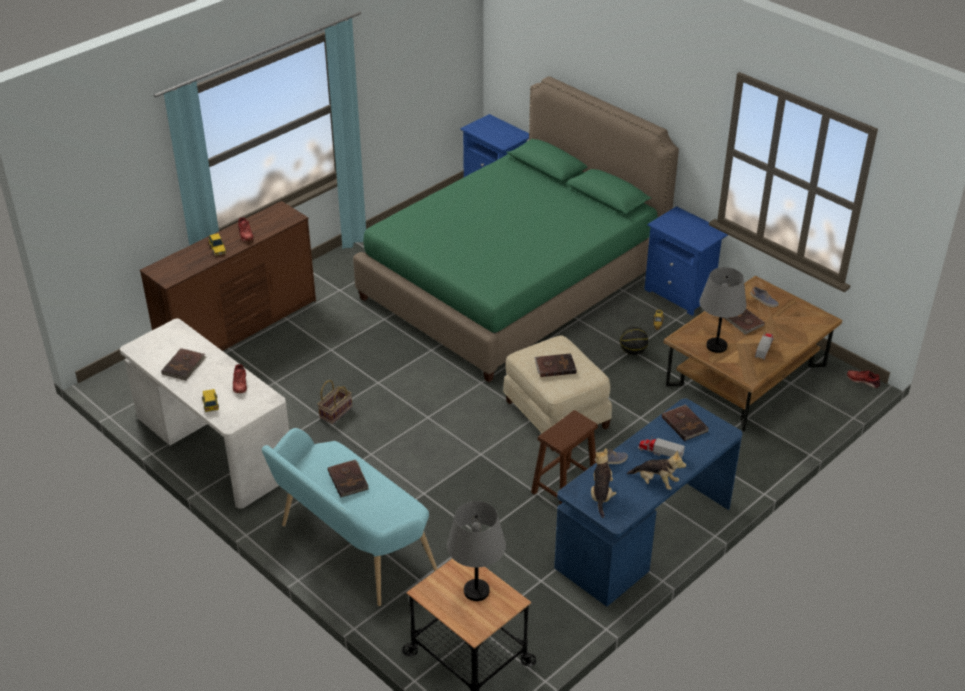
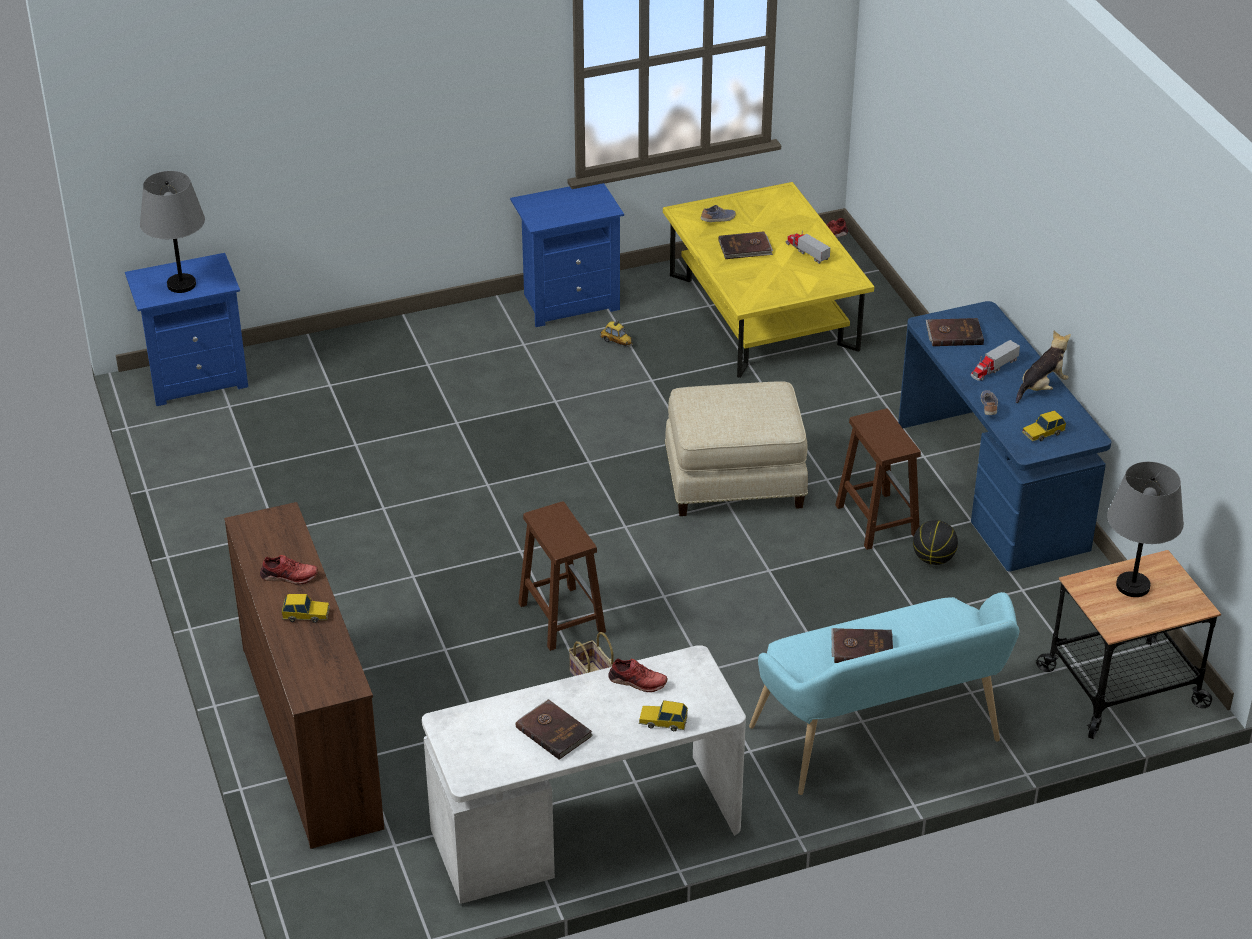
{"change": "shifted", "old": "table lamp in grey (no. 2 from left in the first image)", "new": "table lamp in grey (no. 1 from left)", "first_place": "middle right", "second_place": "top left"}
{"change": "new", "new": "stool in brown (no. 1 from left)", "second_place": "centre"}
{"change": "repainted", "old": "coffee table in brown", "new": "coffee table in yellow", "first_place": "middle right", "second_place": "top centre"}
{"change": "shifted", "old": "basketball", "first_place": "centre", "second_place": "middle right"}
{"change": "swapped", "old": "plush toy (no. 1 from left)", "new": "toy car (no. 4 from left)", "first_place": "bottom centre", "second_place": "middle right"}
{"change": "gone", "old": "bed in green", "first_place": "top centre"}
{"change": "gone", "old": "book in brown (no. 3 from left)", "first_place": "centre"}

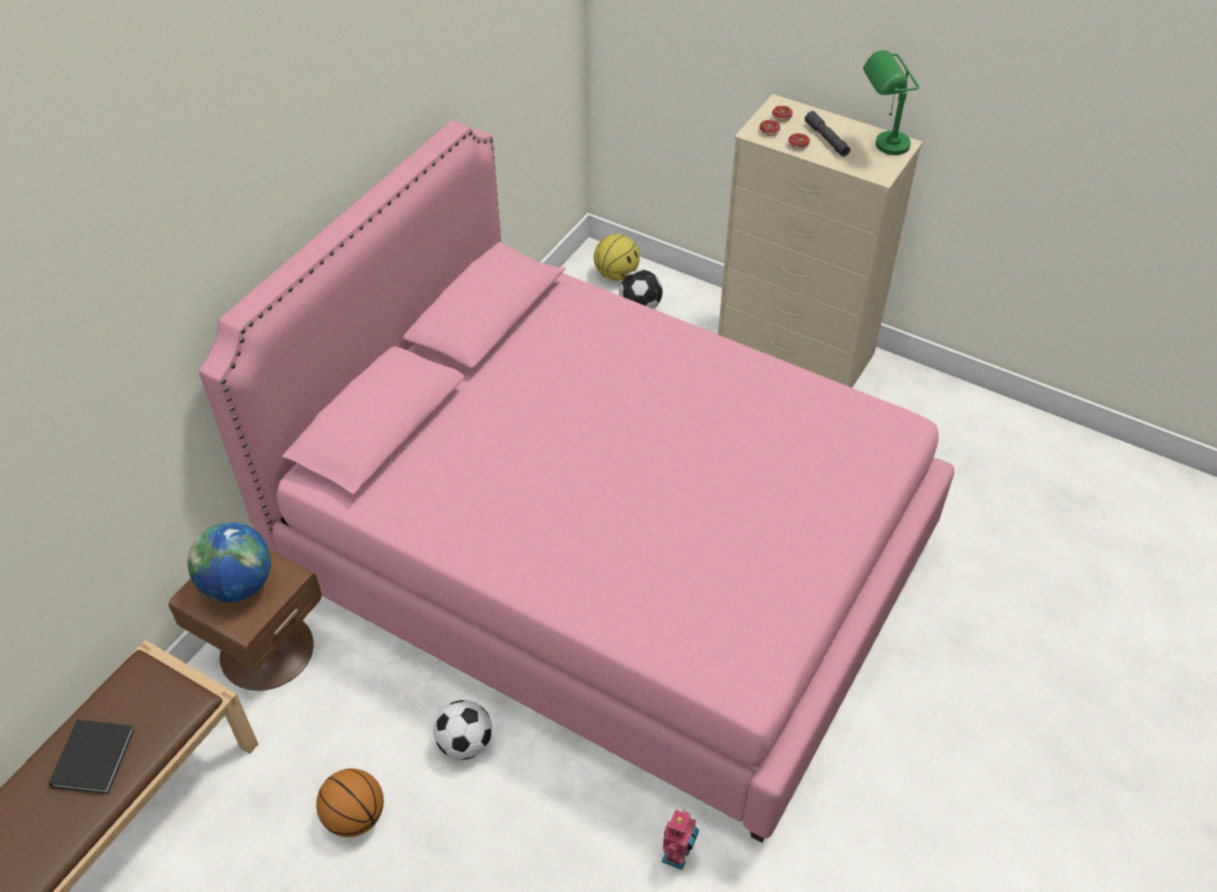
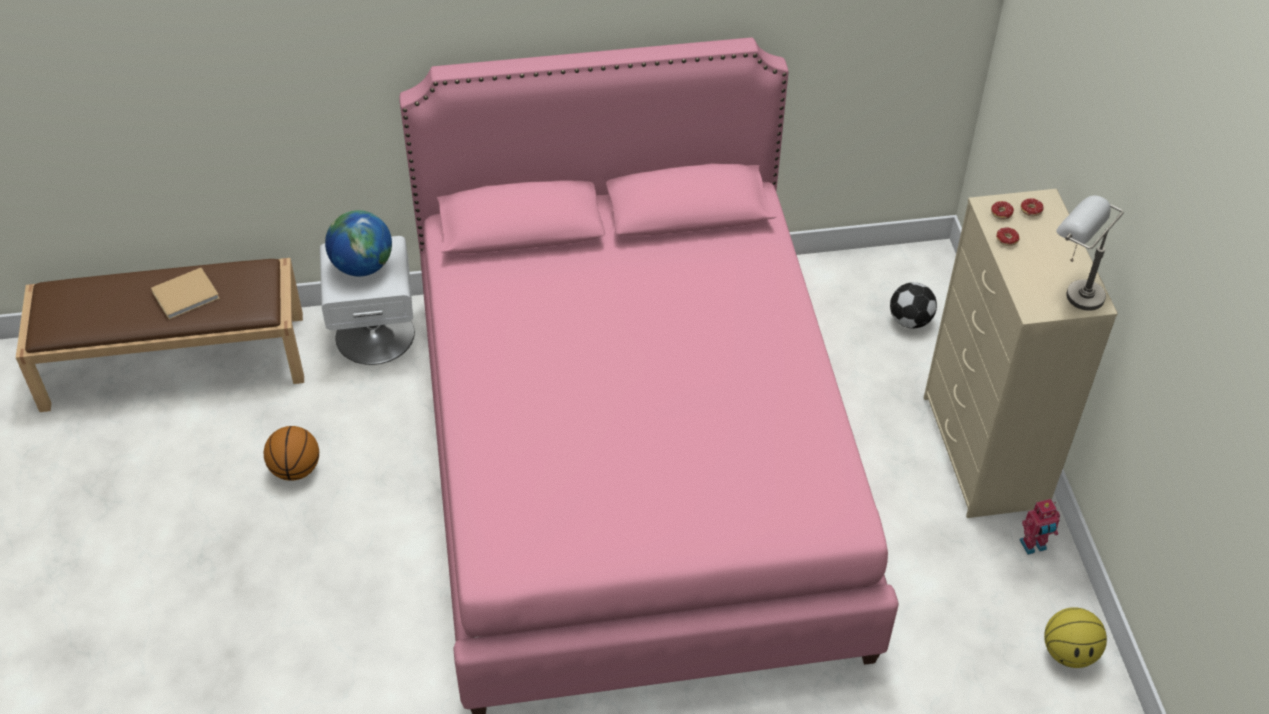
{"change": "repainted", "old": "book in black", "new": "book in beige", "first_place": "bottom left", "second_place": "middle left"}
{"change": "repainted", "old": "nightstand in brown", "new": "nightstand in white", "first_place": "bottom left", "second_place": "middle left"}
{"change": "shifted", "old": "toy robot", "first_place": "bottom centre", "second_place": "bottom right"}
{"change": "shifted", "old": "basketball (no. 2 from left)", "first_place": "top centre", "second_place": "bottom right"}
{"change": "repainted", "old": "table lamp in green", "new": "table lamp in grey", "first_place": "top right", "second_place": "middle right"}
{"change": "gone", "old": "football (no. 1 from left)", "first_place": "bottom centre"}
{"change": "gone", "old": "flashlight in grey", "first_place": "top right"}

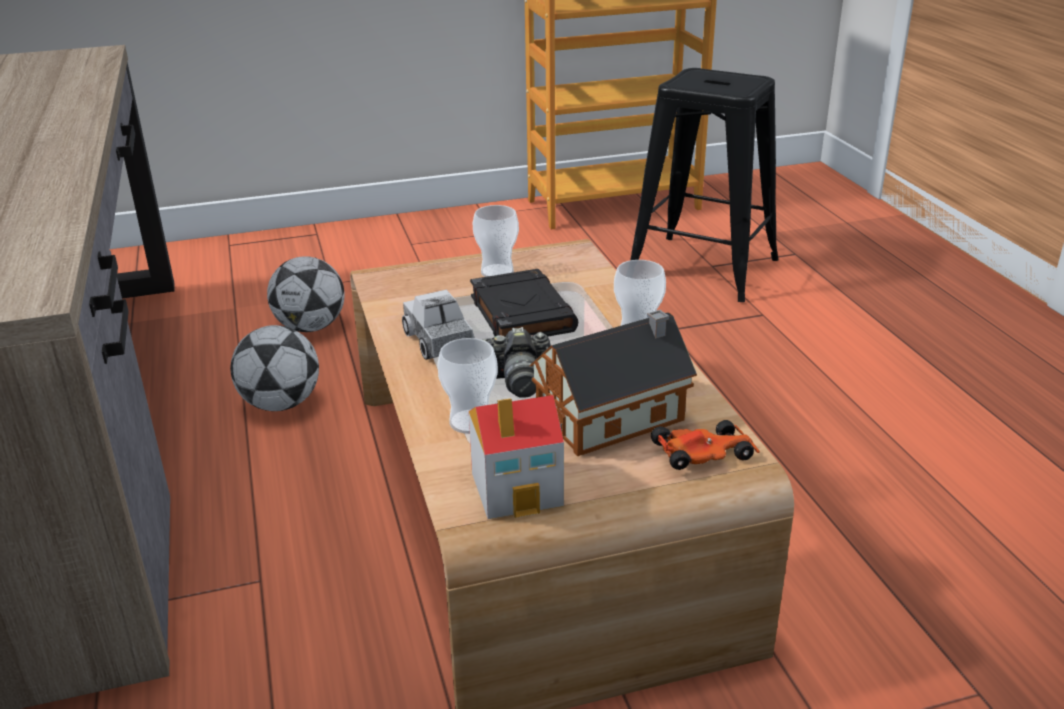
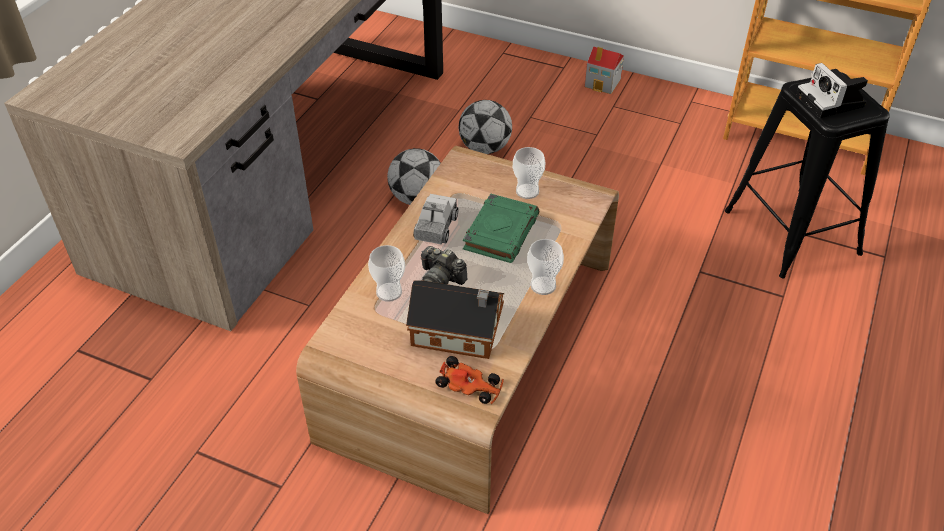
{"change": "repainted", "old": "book in black", "new": "book in green", "first_place": "centre", "second_place": "centre"}
{"change": "shifted", "old": "toy house (no. 1 from left in the first image)", "new": "toy house (no. 2 from left)", "first_place": "centre", "second_place": "top centre"}
{"change": "new", "new": "photo camera (no. 2 from left)", "second_place": "top right"}

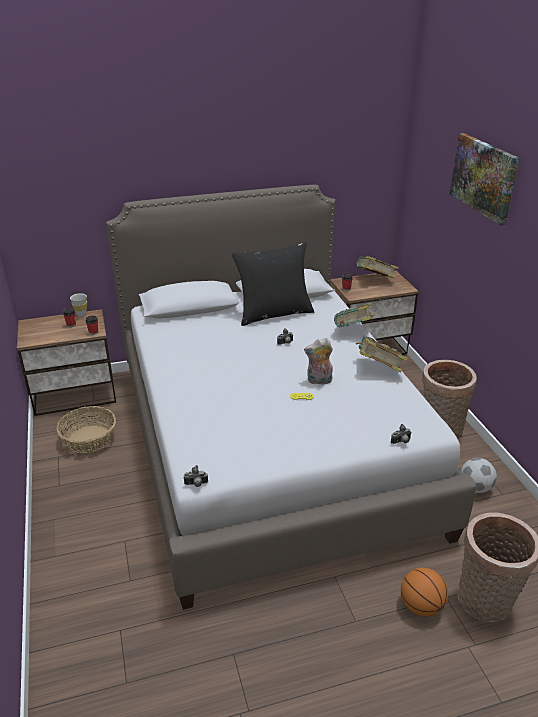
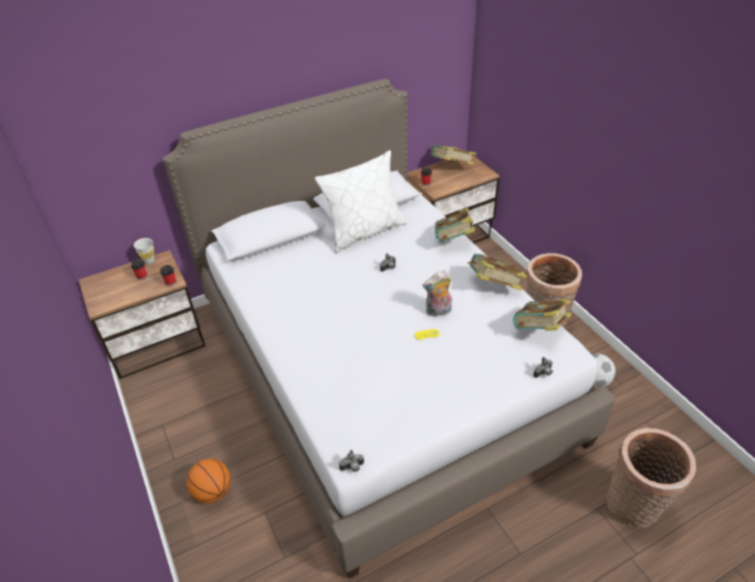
{"change": "shifted", "old": "basketball", "first_place": "bottom right", "second_place": "bottom left"}
{"change": "repainted", "old": "pillow in black", "new": "pillow in white", "first_place": "centre", "second_place": "centre"}
{"change": "new", "new": "book (no. 4 from left)", "second_place": "middle right"}
{"change": "gone", "old": "basket (no. 1 from left)", "first_place": "middle left"}
{"change": "gone", "old": "picture", "first_place": "top right"}

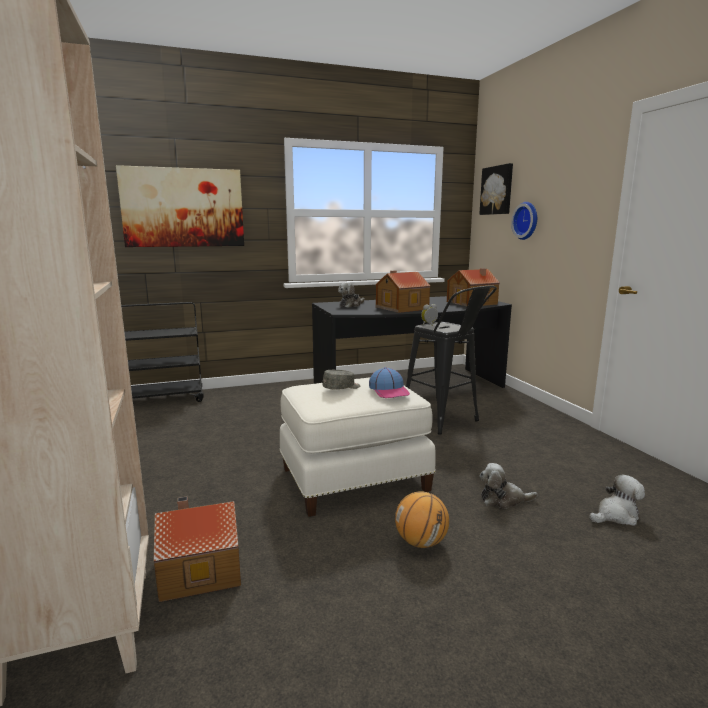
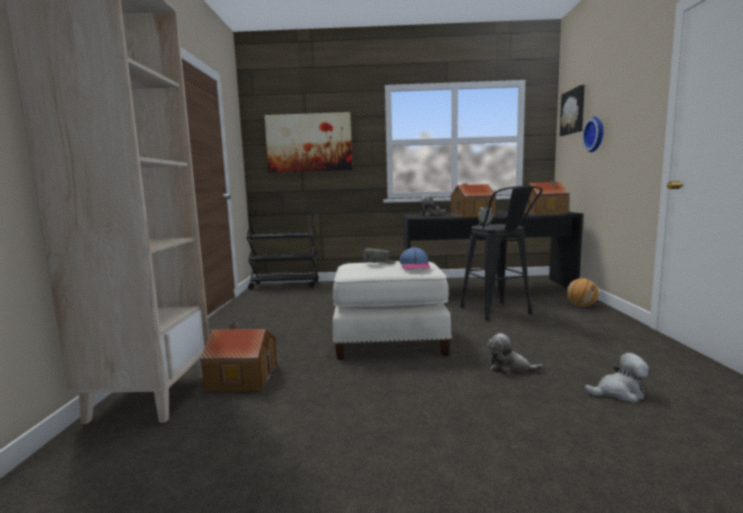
{"change": "shifted", "old": "basketball", "first_place": "bottom centre", "second_place": "middle right"}

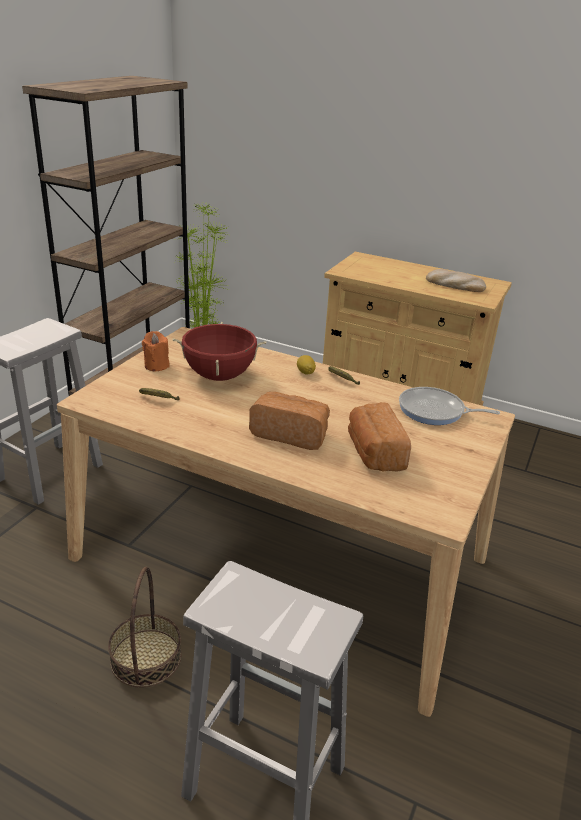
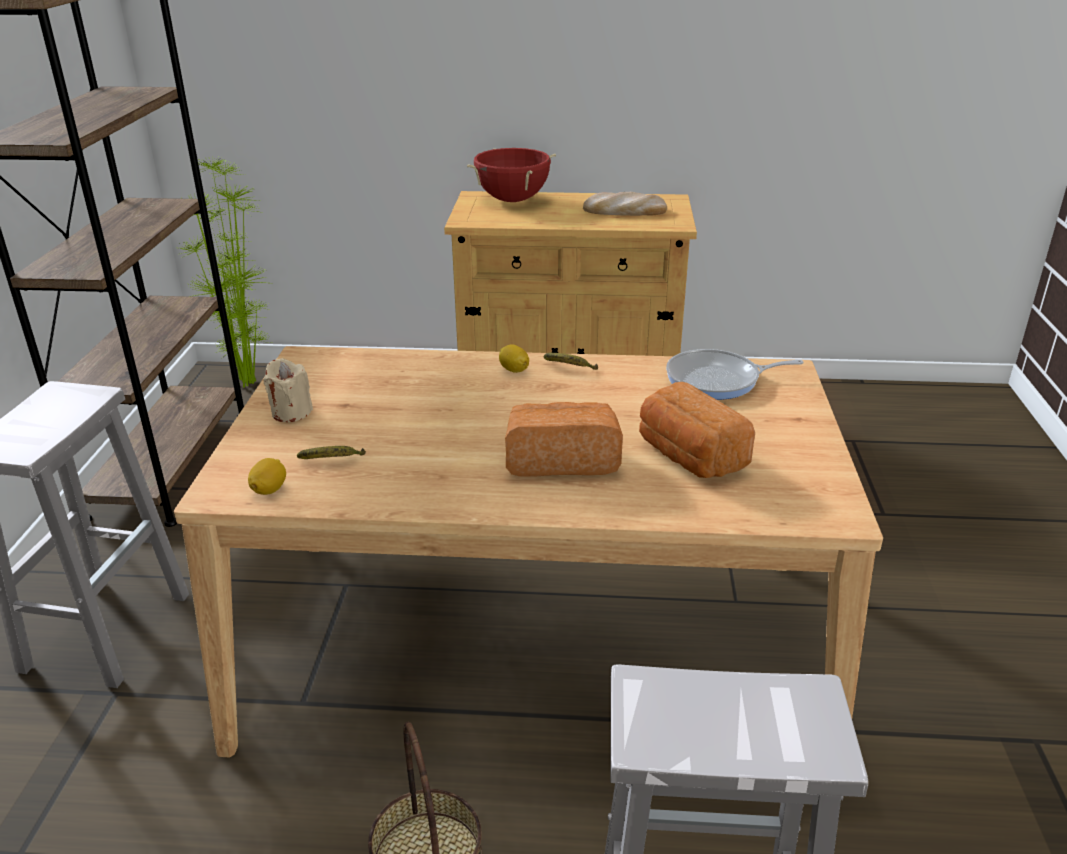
{"change": "new", "new": "lemon (no. 1 from left)", "second_place": "middle left"}
{"change": "repainted", "old": "candle in orange", "new": "candle in beige", "first_place": "middle left", "second_place": "middle left"}
{"change": "shifted", "old": "cooking pot in red", "first_place": "centre", "second_place": "top centre"}

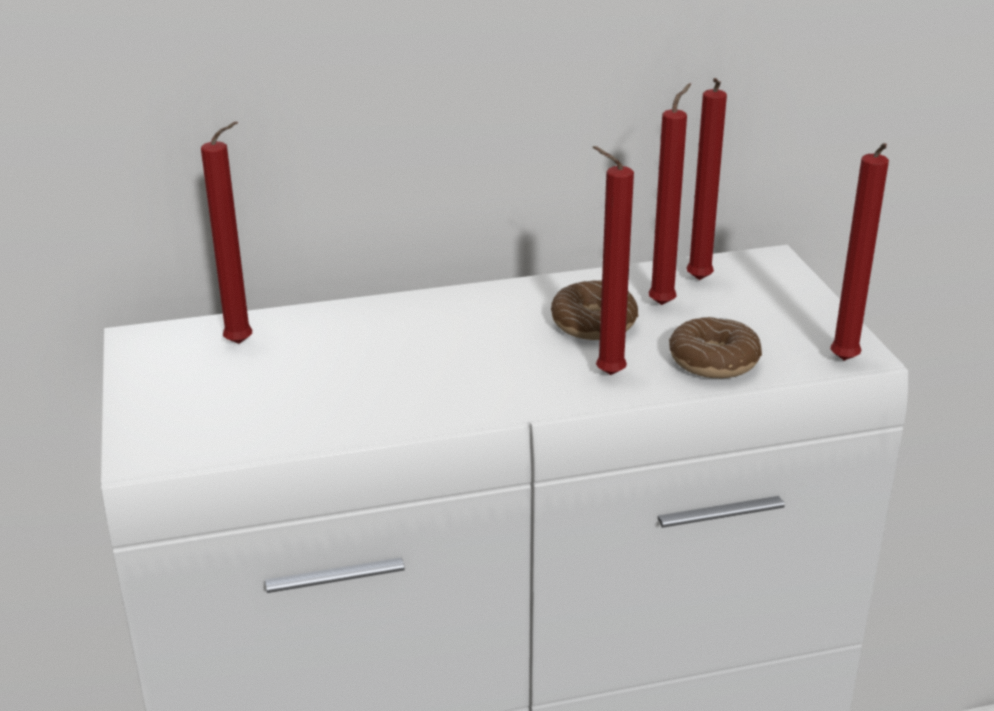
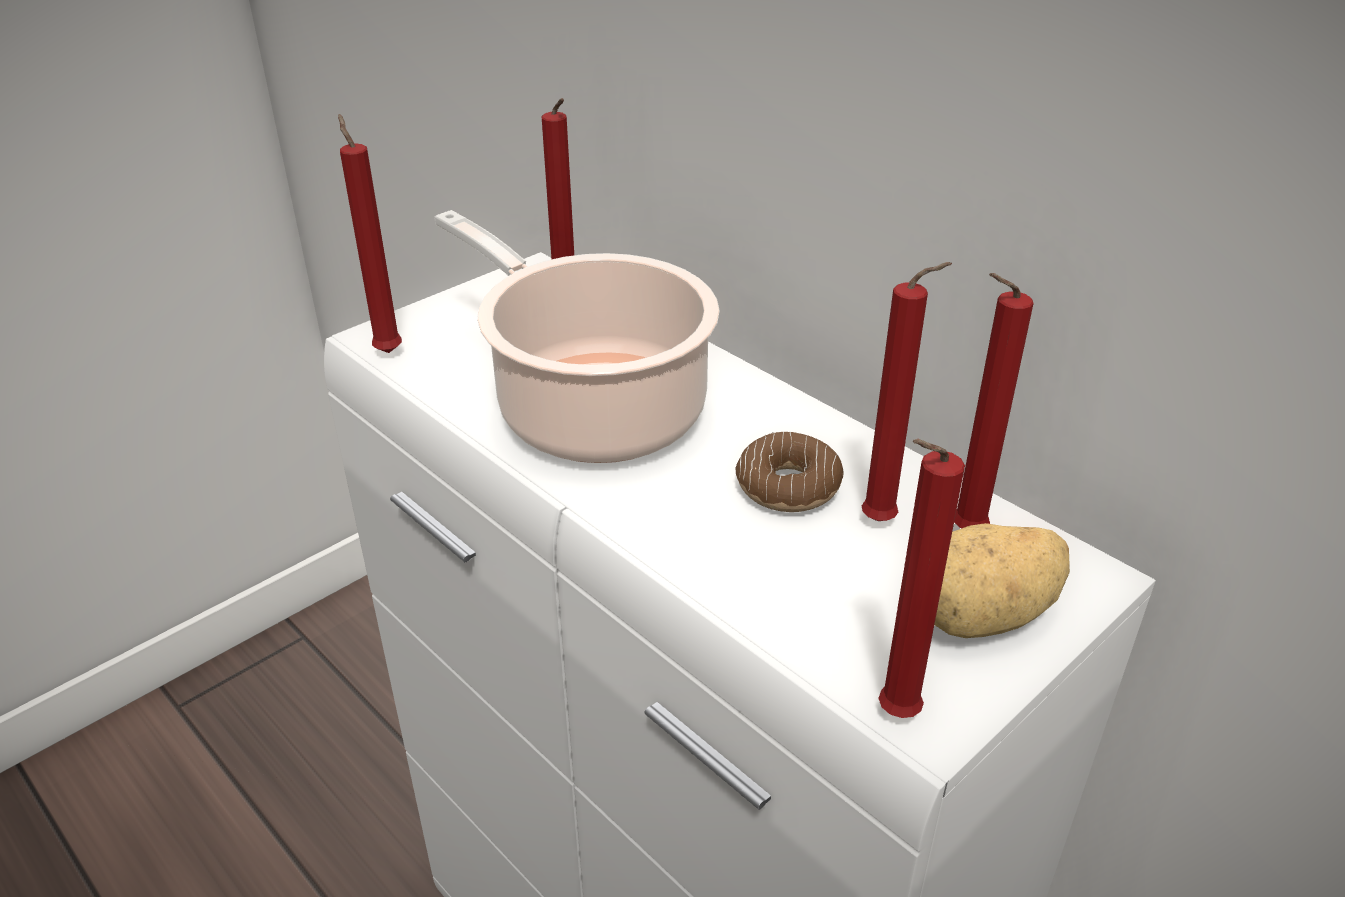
{"change": "shifted", "old": "candle in red (no. 2 from left in the first image)", "new": "candle in red (no. 1 from left)", "first_place": "centre", "second_place": "top left"}
{"change": "new", "new": "cooking pot", "second_place": "centre"}
{"change": "new", "new": "potato", "second_place": "middle right"}
{"change": "gone", "old": "donut (no. 2 from left)", "first_place": "middle right"}

